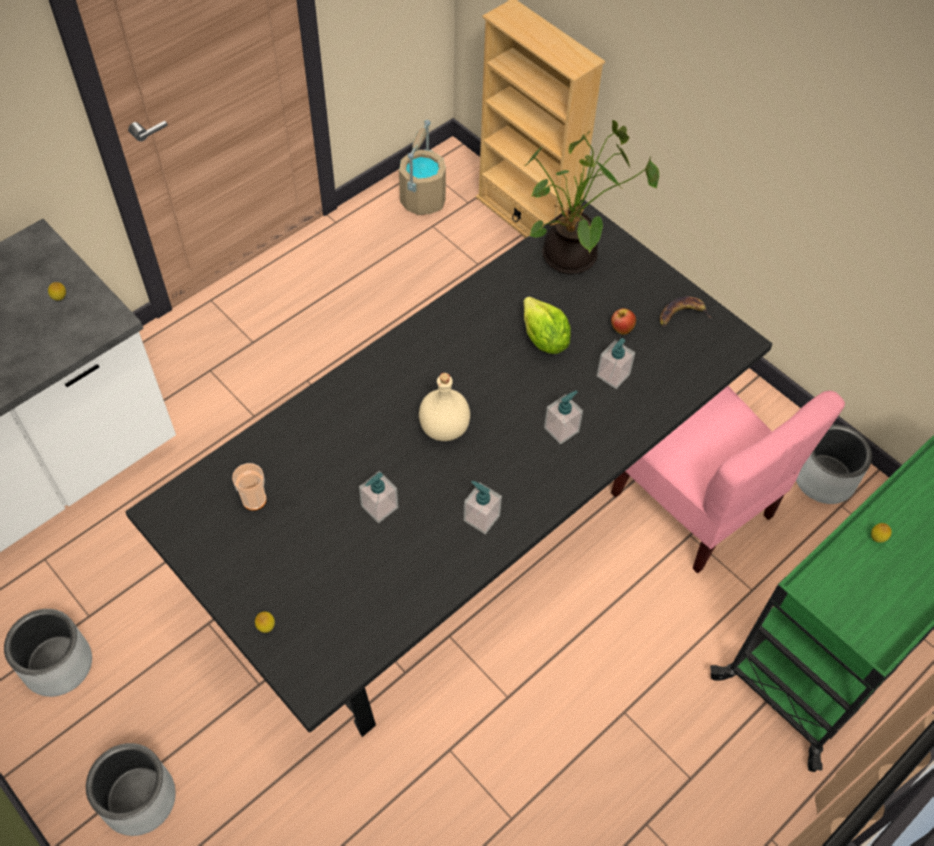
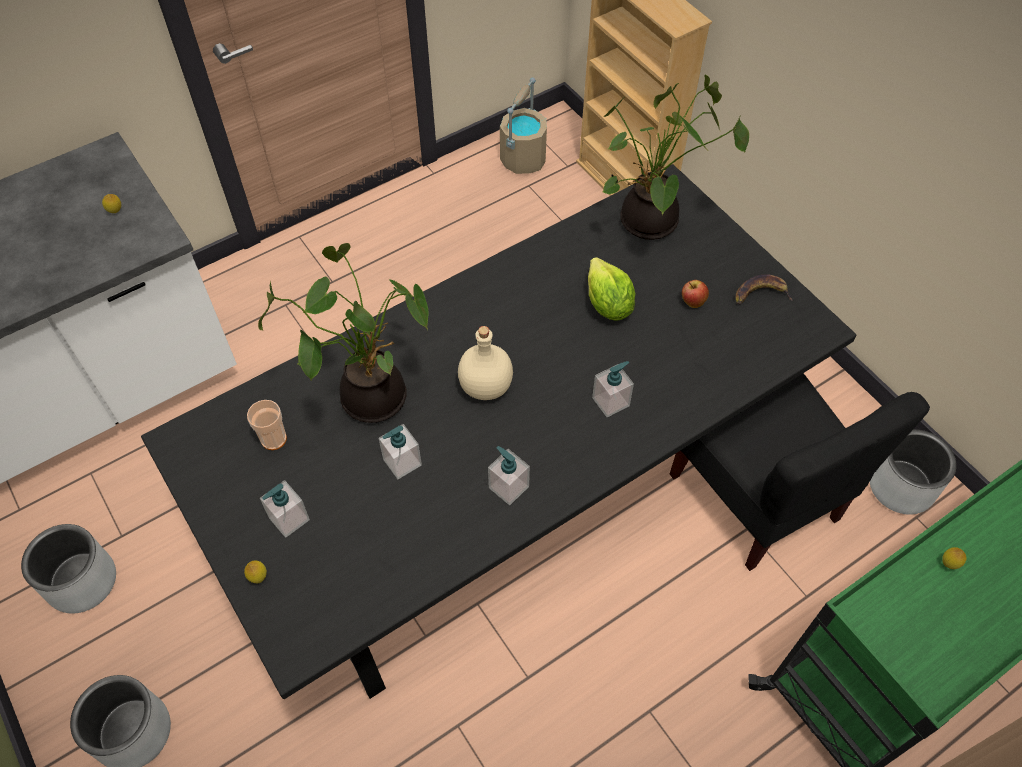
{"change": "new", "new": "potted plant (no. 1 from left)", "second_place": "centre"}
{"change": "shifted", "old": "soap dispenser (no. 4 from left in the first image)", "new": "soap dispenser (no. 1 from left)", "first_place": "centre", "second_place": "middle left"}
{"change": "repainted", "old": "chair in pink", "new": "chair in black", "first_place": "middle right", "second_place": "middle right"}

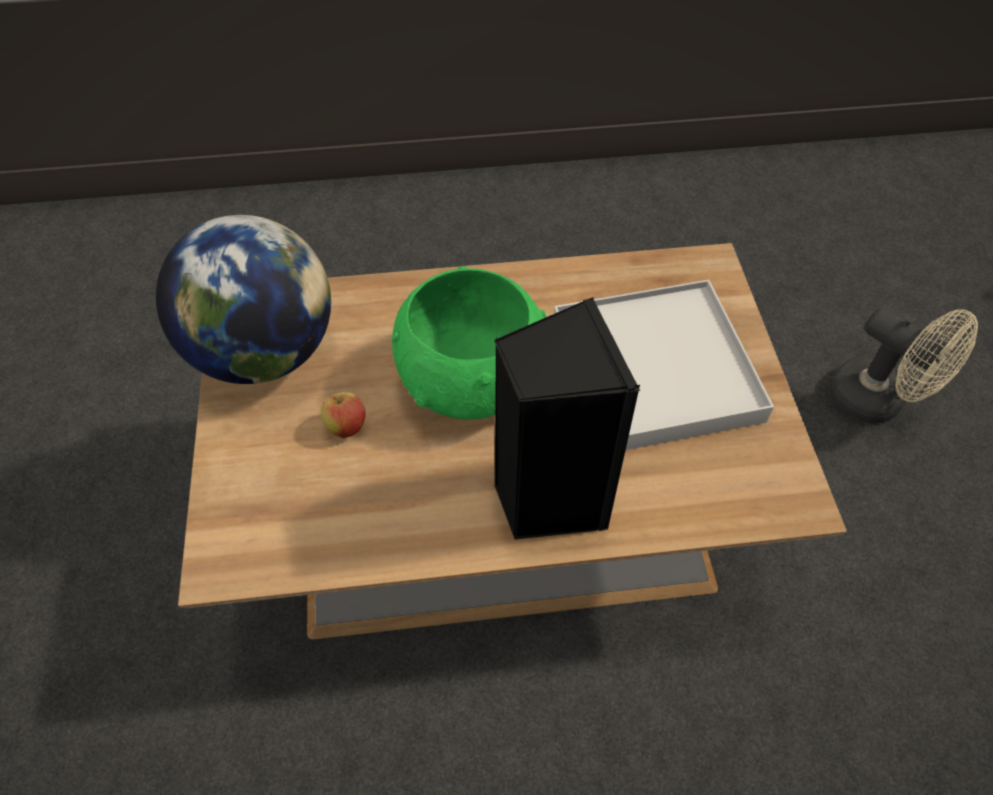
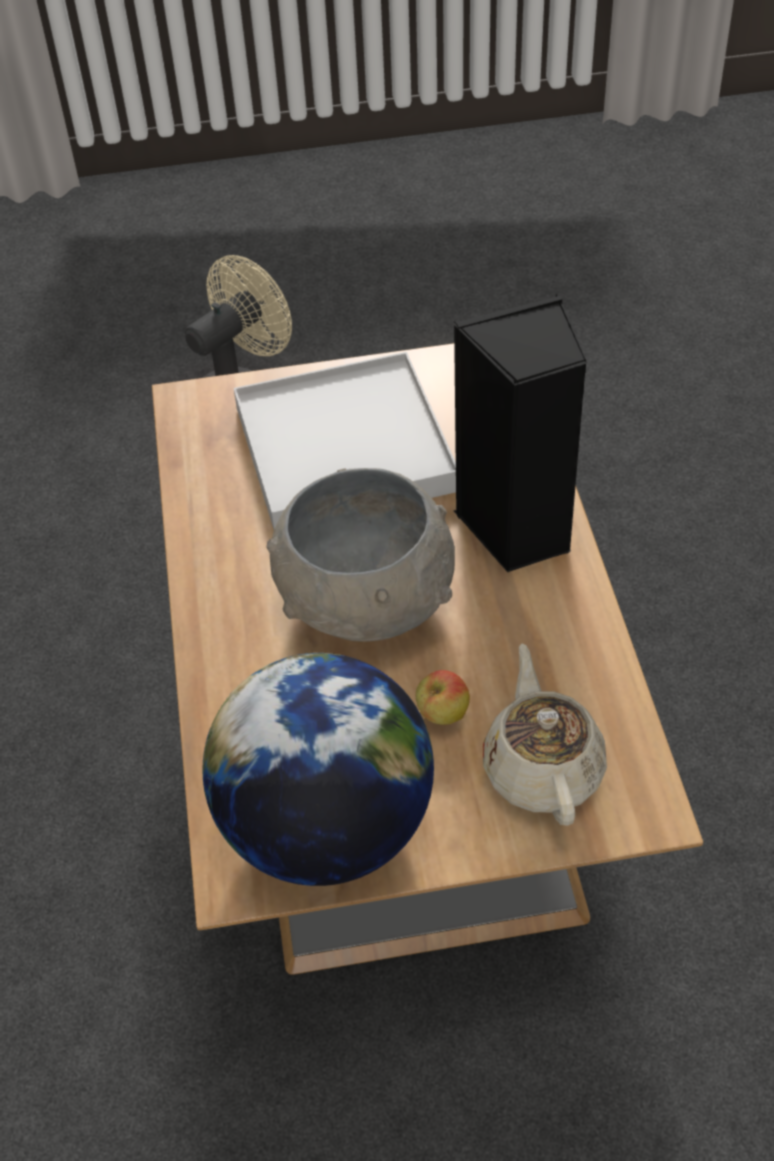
{"change": "repainted", "old": "bowl in green", "new": "bowl in grey", "first_place": "centre", "second_place": "centre"}
{"change": "new", "new": "teapot in beige", "second_place": "middle right"}

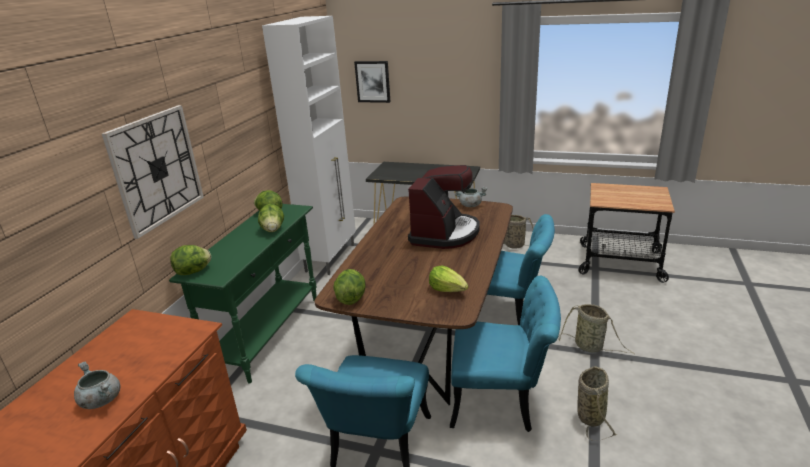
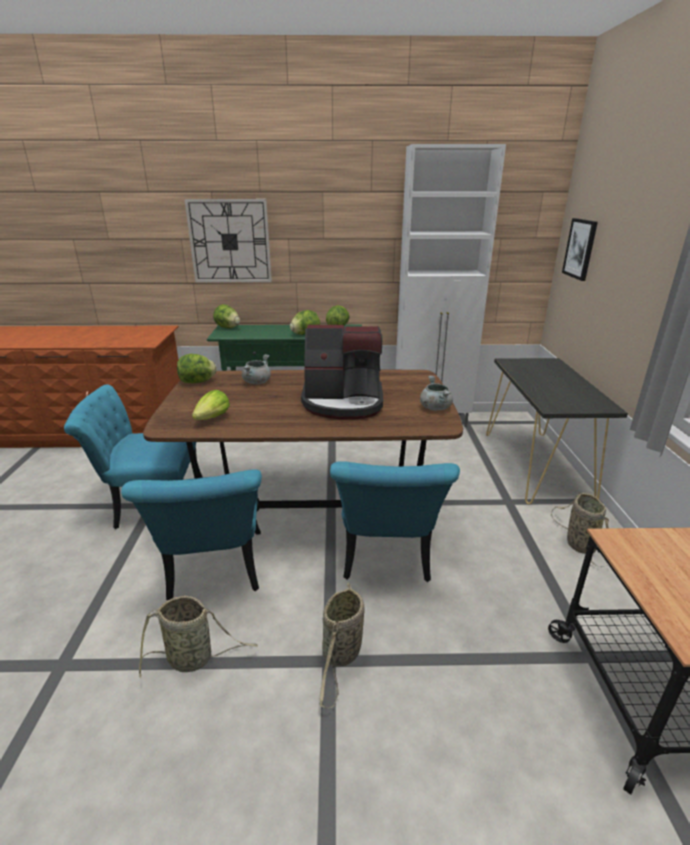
{"change": "shifted", "old": "cooking pot in grey (no. 1 from left)", "first_place": "bottom left", "second_place": "centre"}

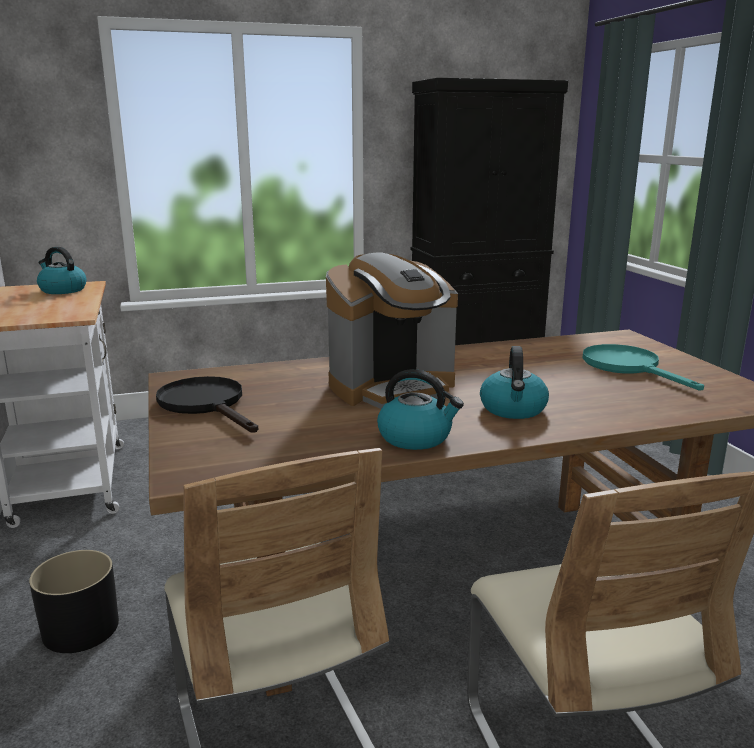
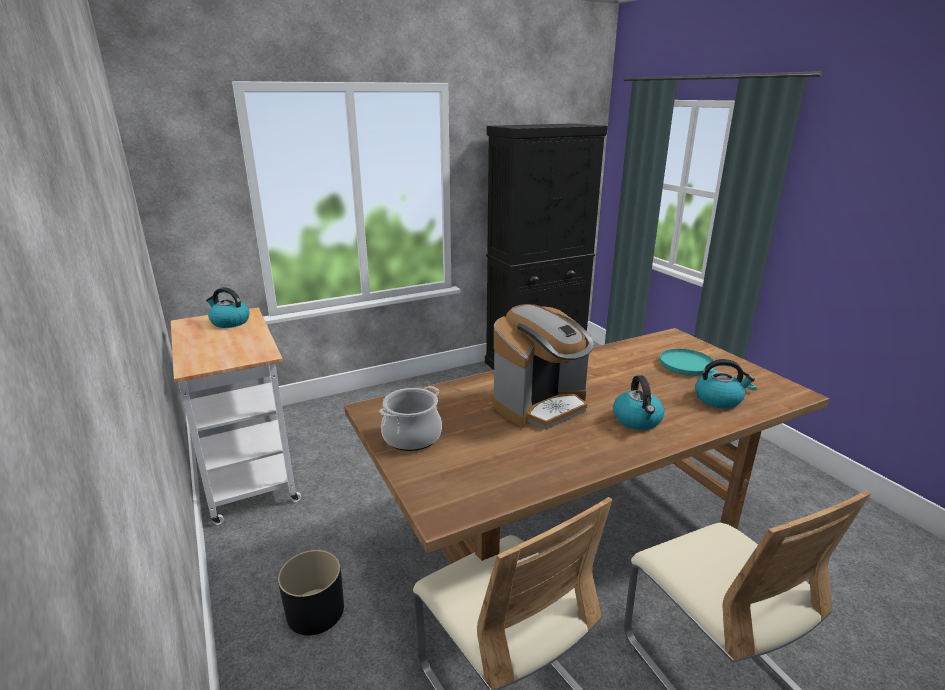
{"change": "swapped", "old": "frying pan in black", "new": "cooking pot", "first_place": "middle left", "second_place": "centre"}
{"change": "shifted", "old": "kettle (no. 2 from left in the first image)", "new": "kettle (no. 3 from left)", "first_place": "centre", "second_place": "middle right"}

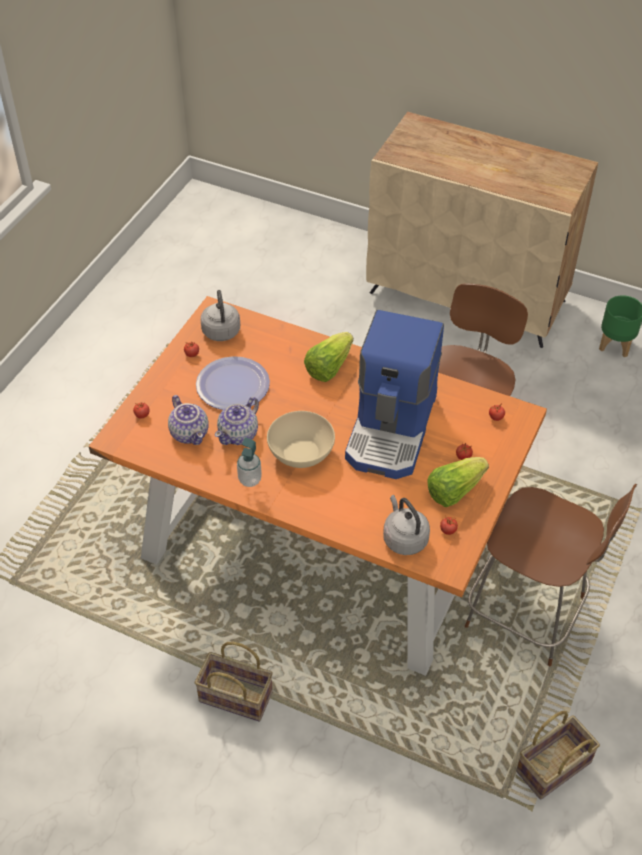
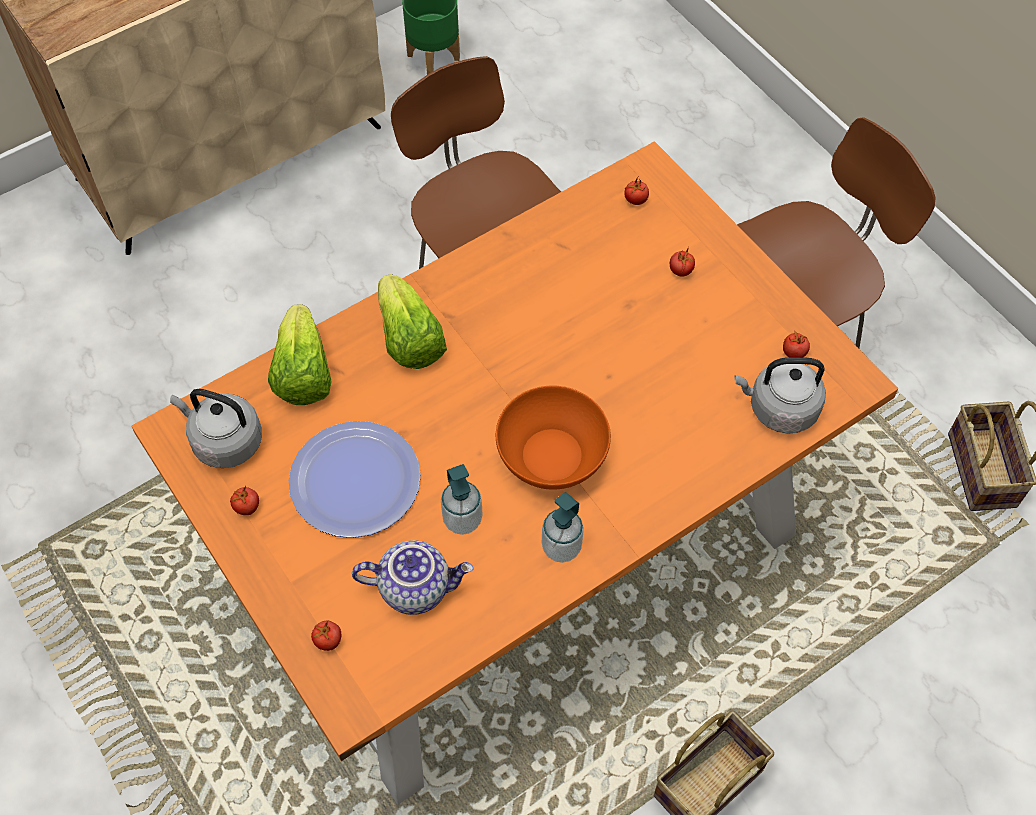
{"change": "shifted", "old": "lettuce (no. 2 from left in the first image)", "new": "lettuce (no. 1 from left)", "first_place": "middle right", "second_place": "middle left"}
{"change": "swapped", "old": "teapot (no. 2 from left)", "new": "soap dispenser (no. 1 from left)", "first_place": "centre", "second_place": "centre"}
{"change": "repainted", "old": "bowl in beige", "new": "bowl in orange", "first_place": "centre", "second_place": "centre"}
{"change": "gone", "old": "coffee machine", "first_place": "centre"}

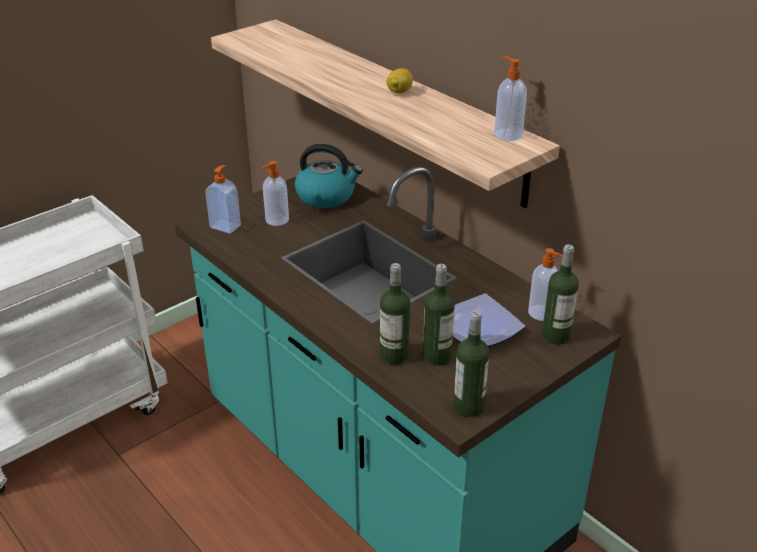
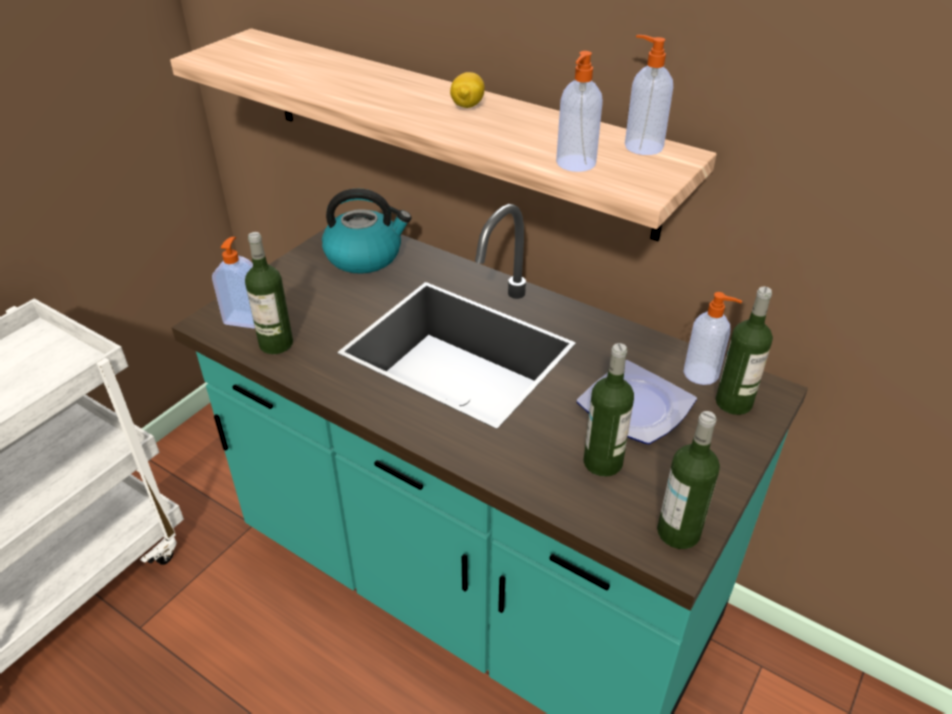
{"change": "shifted", "old": "bottle (no. 1 from left)", "first_place": "centre", "second_place": "middle left"}
{"change": "shifted", "old": "soap dispenser (no. 2 from left)", "first_place": "centre", "second_place": "top centre"}

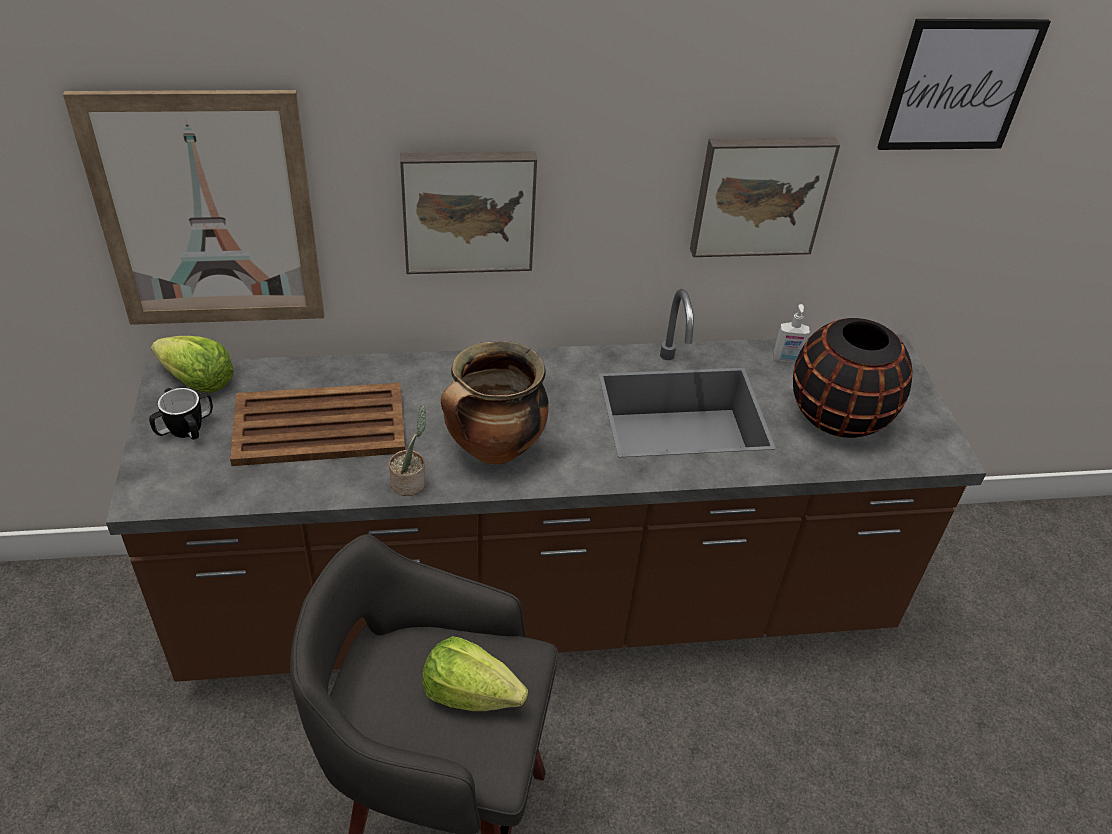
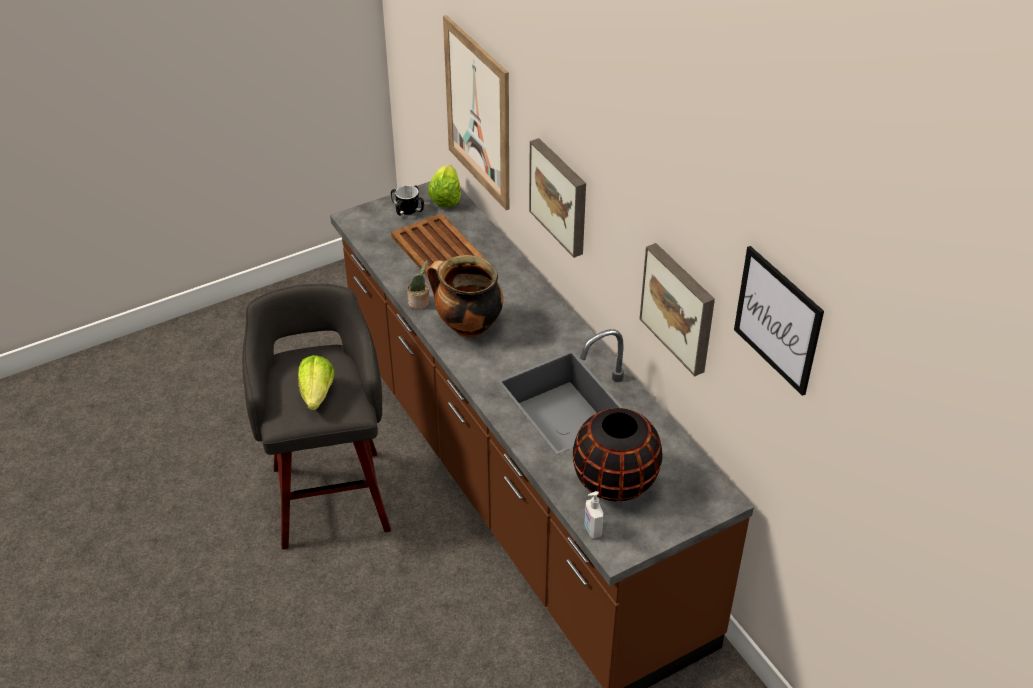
{"change": "shifted", "old": "soap dispenser", "first_place": "middle right", "second_place": "bottom centre"}

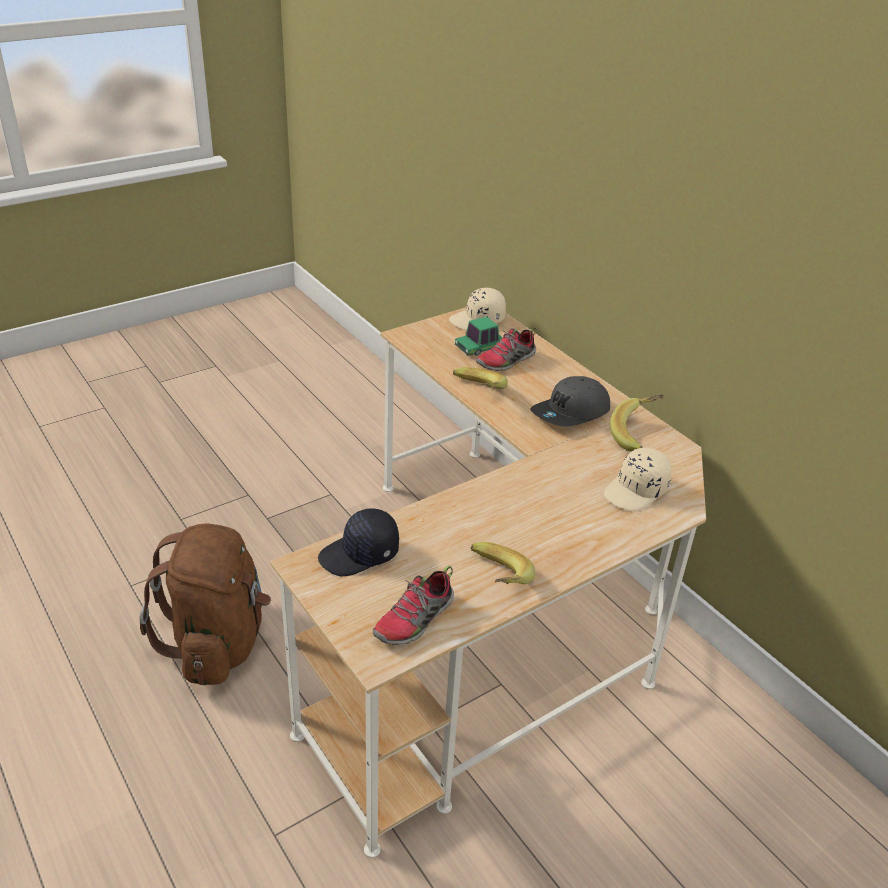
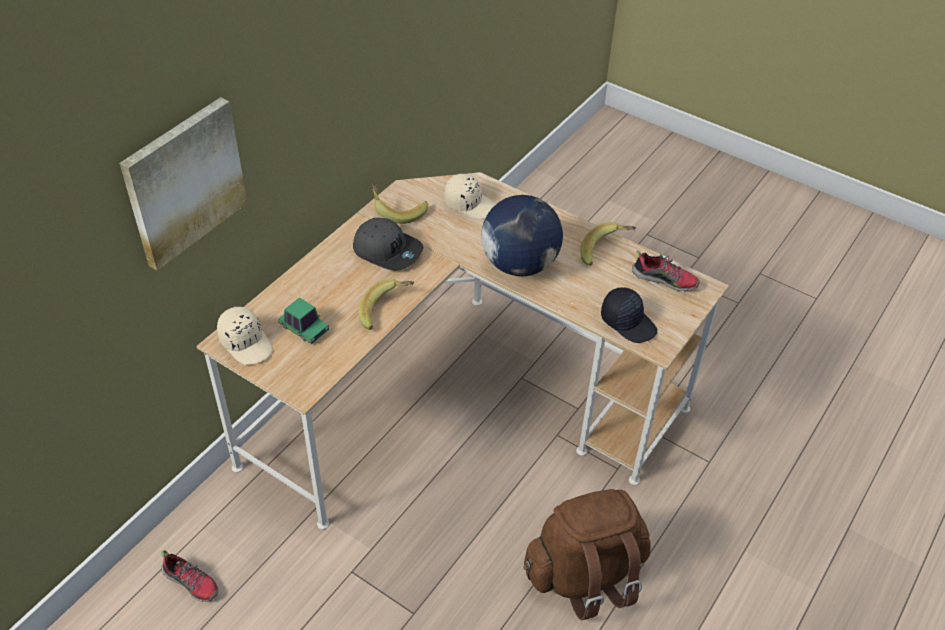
{"change": "new", "new": "picture", "second_place": "top left"}
{"change": "shifted", "old": "shoe (no. 2 from left in the first image)", "new": "shoe (no. 1 from left)", "first_place": "centre", "second_place": "bottom left"}
{"change": "new", "new": "globe", "second_place": "centre"}

